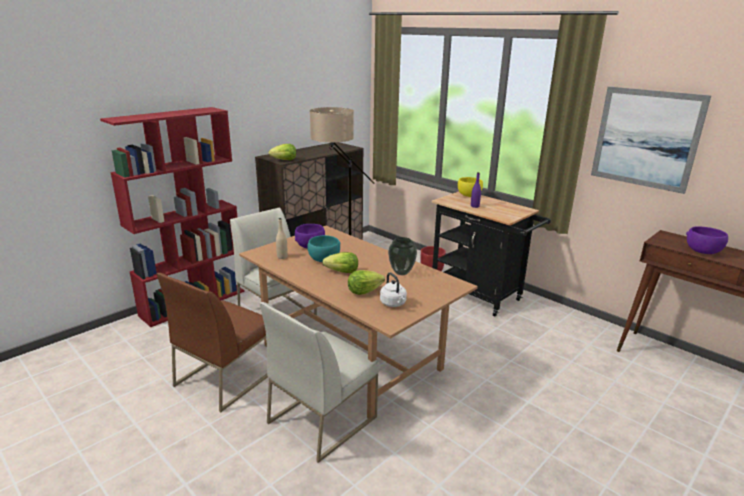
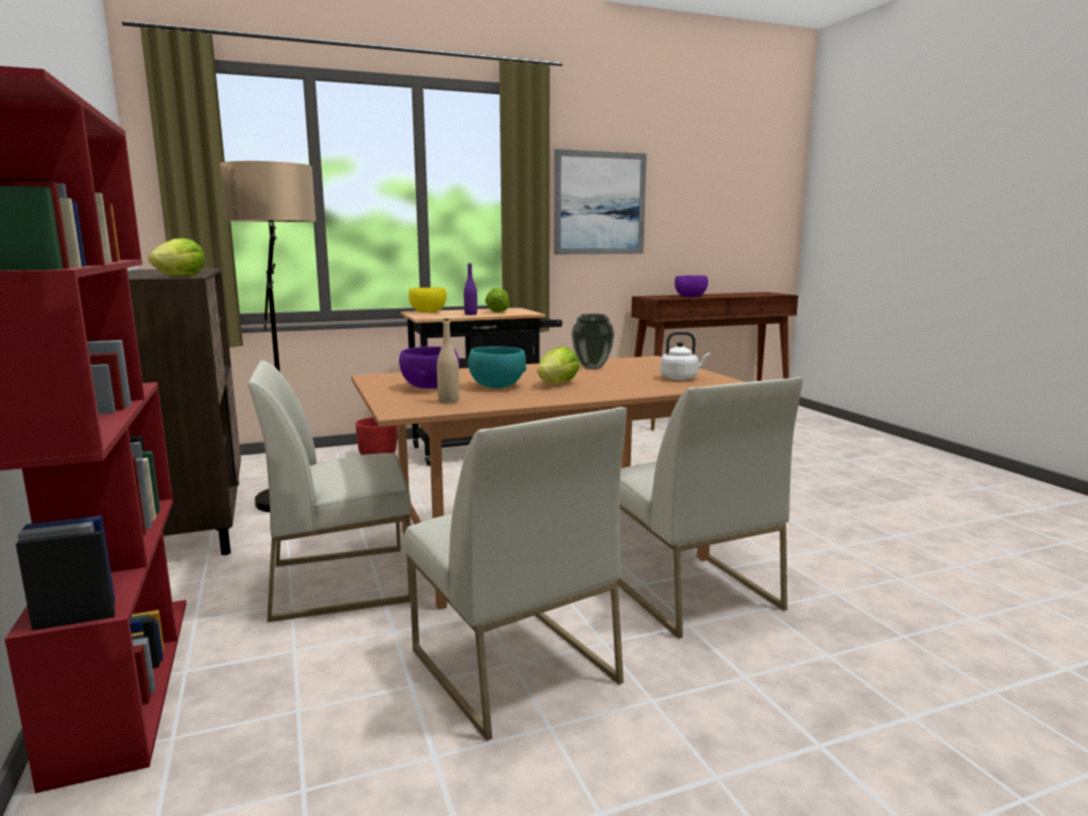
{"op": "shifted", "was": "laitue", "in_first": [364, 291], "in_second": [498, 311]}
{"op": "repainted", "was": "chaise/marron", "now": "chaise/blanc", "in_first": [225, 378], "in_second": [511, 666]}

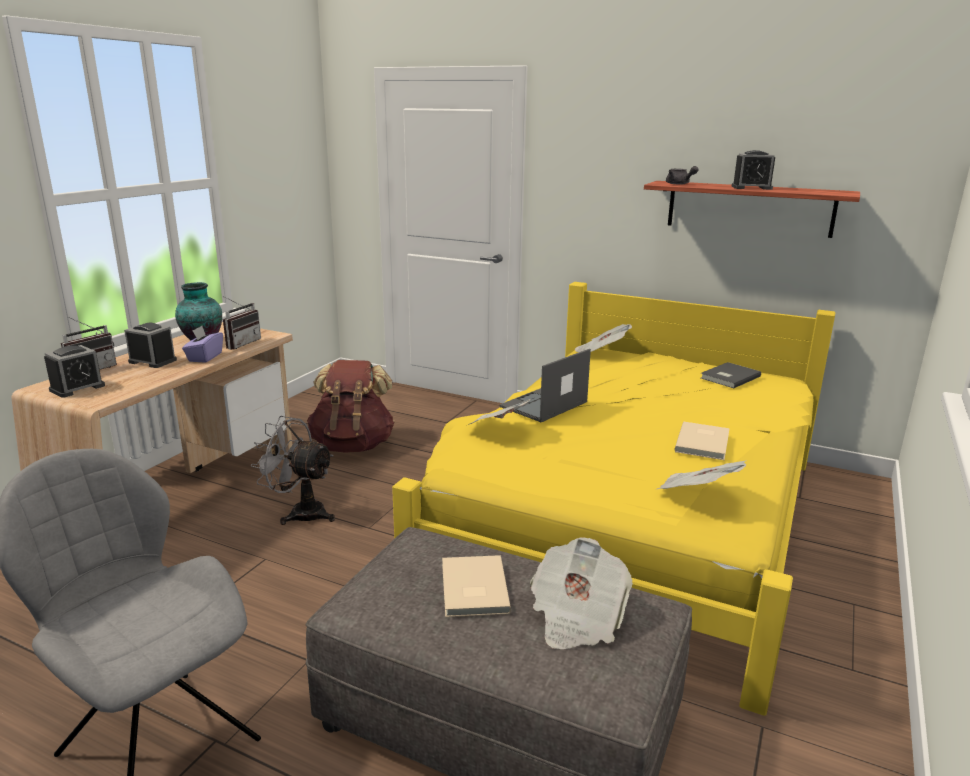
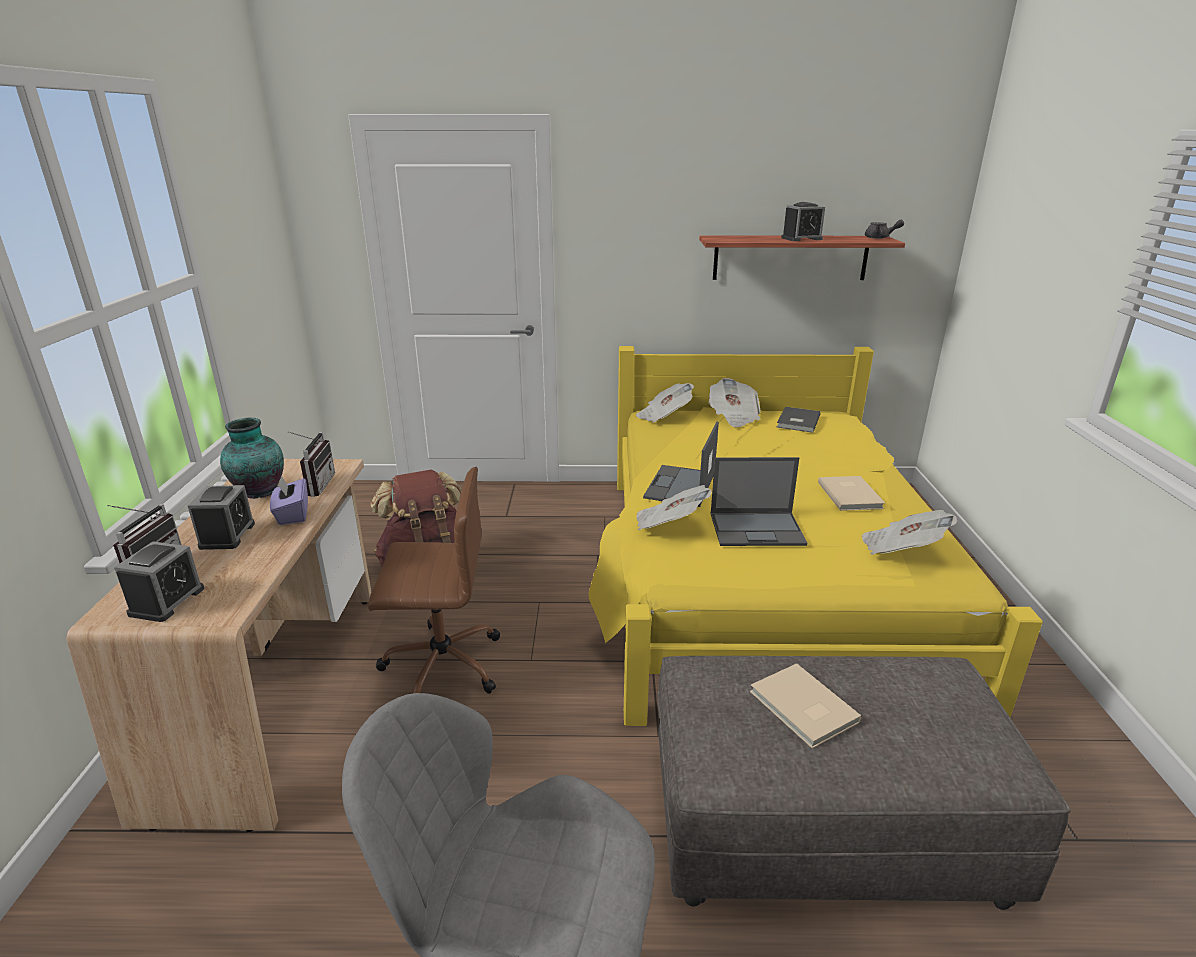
{"op": "new", "now": "ordinateur portable", "in_second": [758, 529]}
{"op": "shifted", "was": "journal", "in_first": [576, 617], "in_second": [733, 417]}
{"op": "shifted", "was": "théière/gris", "in_first": [679, 184], "in_second": [880, 238]}
{"op": "swapped", "was": "ventilateur/gris", "now": "chaise de bureau/marron", "in_first": [300, 512], "in_second": [441, 665]}
{"op": "rotated", "was": "réveil", "in_first": [152, 361], "in_second": [227, 535], "clockwise": 90}

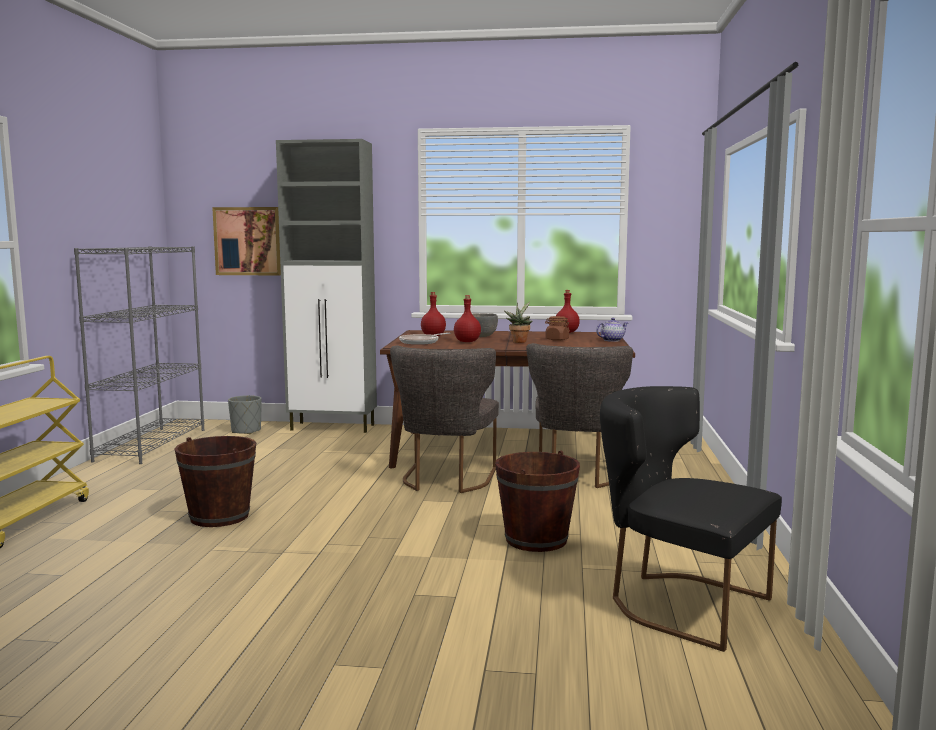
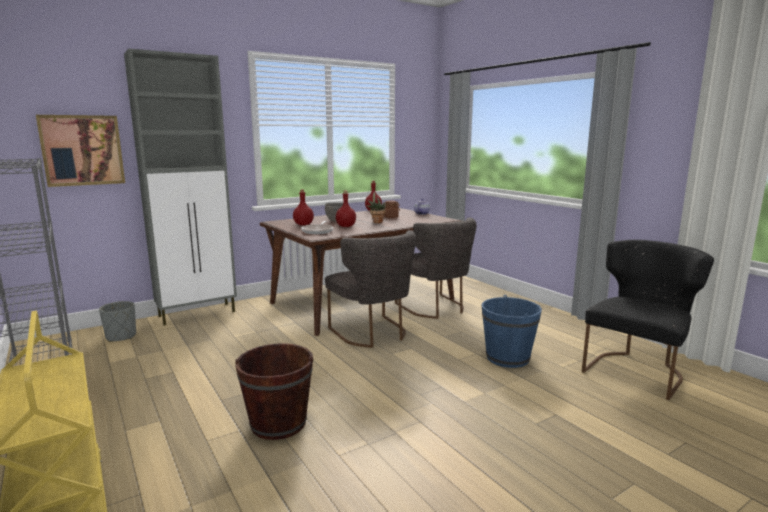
{"op": "repainted", "was": "seau/marron", "now": "seau/bleu", "in_first": [536, 540], "in_second": [507, 358]}
{"op": "rotated", "was": "chaise/noir", "in_first": [678, 603], "in_second": [637, 370], "clockwise": 135}

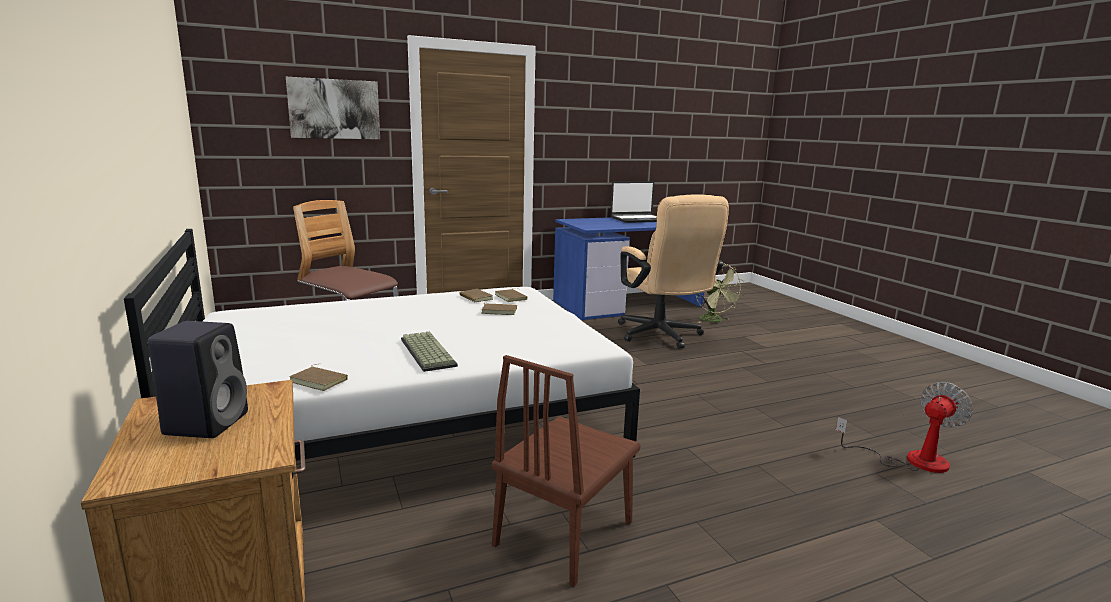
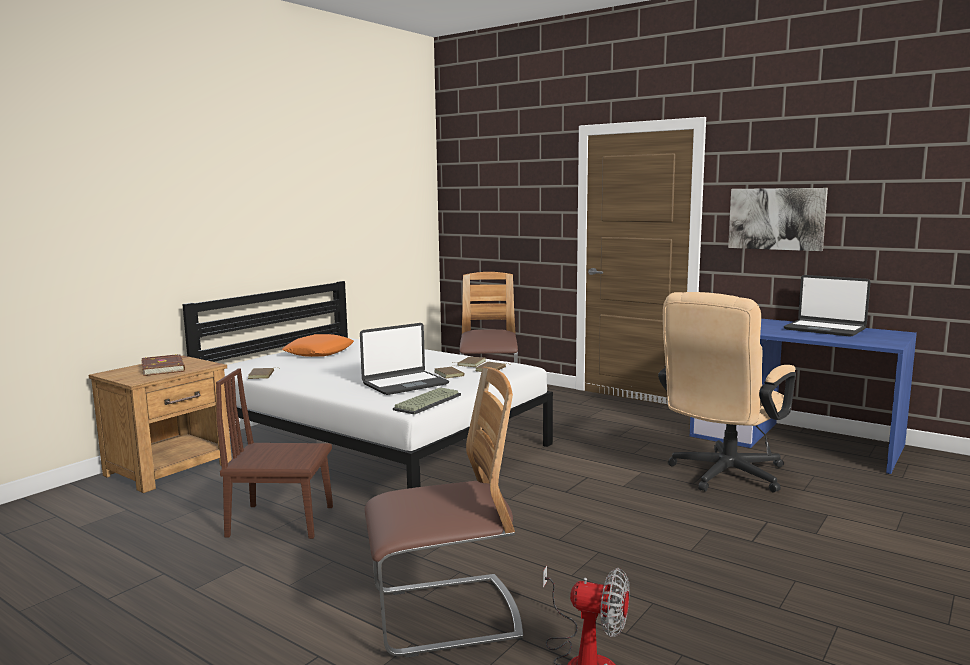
{"op": "gone", "was": "ventilateur/vert", "in_first": [714, 321]}
{"op": "new", "now": "coussin/orange", "in_second": [319, 352]}
{"op": "new", "now": "ordinateur portable", "in_second": [405, 384]}
{"op": "new", "now": "chaise", "in_second": [445, 616]}
{"op": "shifted", "was": "tableau", "in_first": [334, 109], "in_second": [776, 219]}
{"op": "shifted", "was": "clavier", "in_first": [425, 352], "in_second": [427, 402]}
{"op": "swapped", "was": "enceinte/noir", "now": "livre/marron", "in_first": [207, 422], "in_second": [164, 368]}

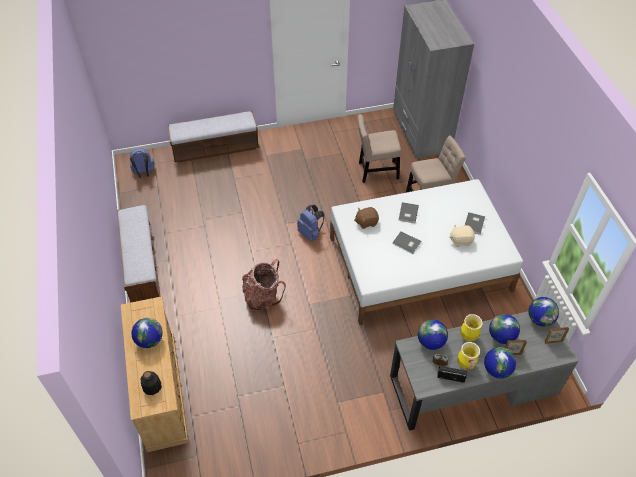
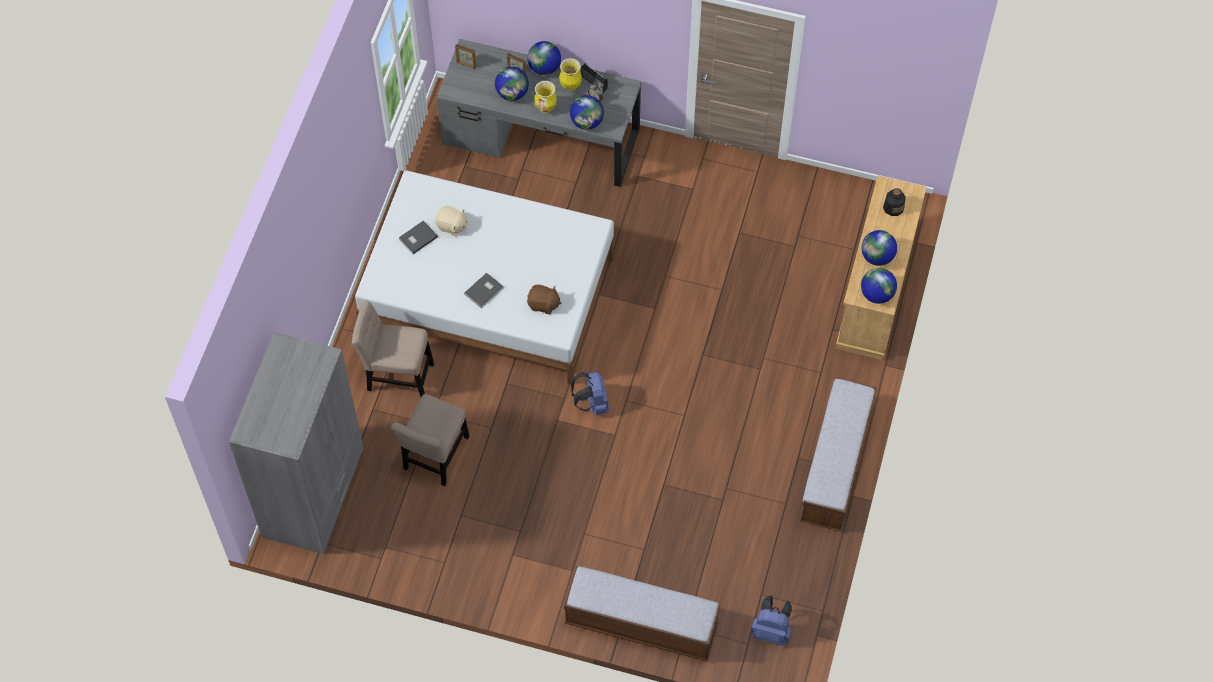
{"op": "gone", "was": "sac à dos", "in_first": [262, 296]}
{"op": "gone", "was": "livre/gris", "in_first": [406, 243]}
{"op": "shifted", "was": "globe", "in_first": [540, 319], "in_second": [876, 294]}
{"op": "rotated", "was": "chaise/beige", "in_first": [376, 171], "in_second": [435, 456], "clockwise": 90}

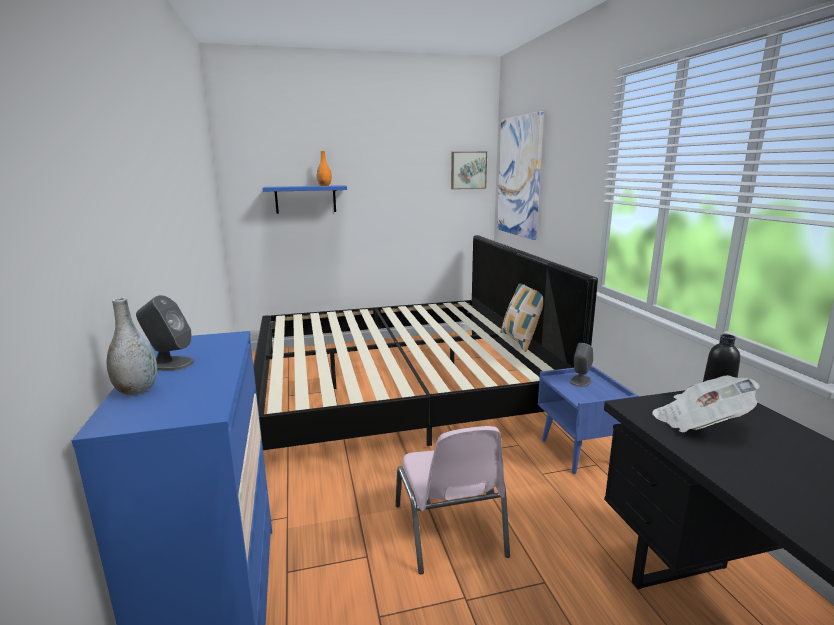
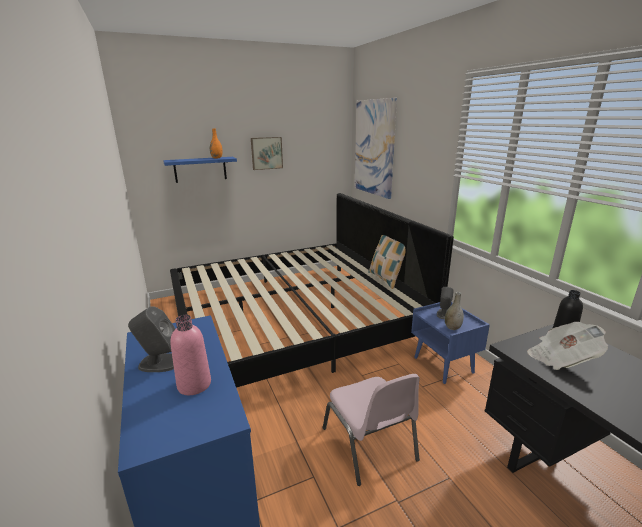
{"op": "new", "now": "bouteille/rose", "in_second": [194, 384]}
{"op": "shifted", "was": "vase/gris", "in_first": [137, 390], "in_second": [452, 327]}
{"op": "shifted", "was": "tableau", "in_first": [468, 170], "in_second": [266, 153]}

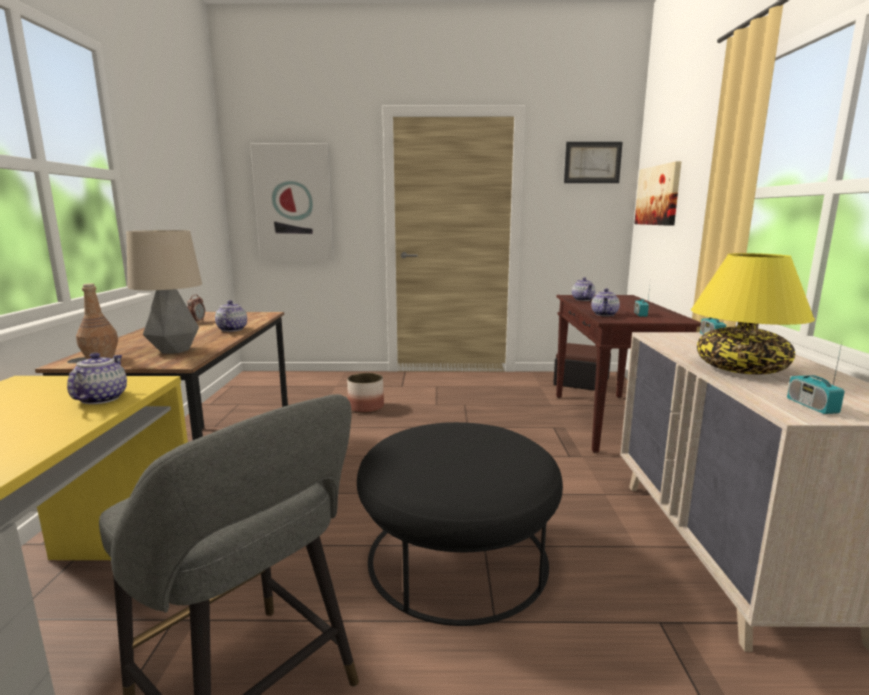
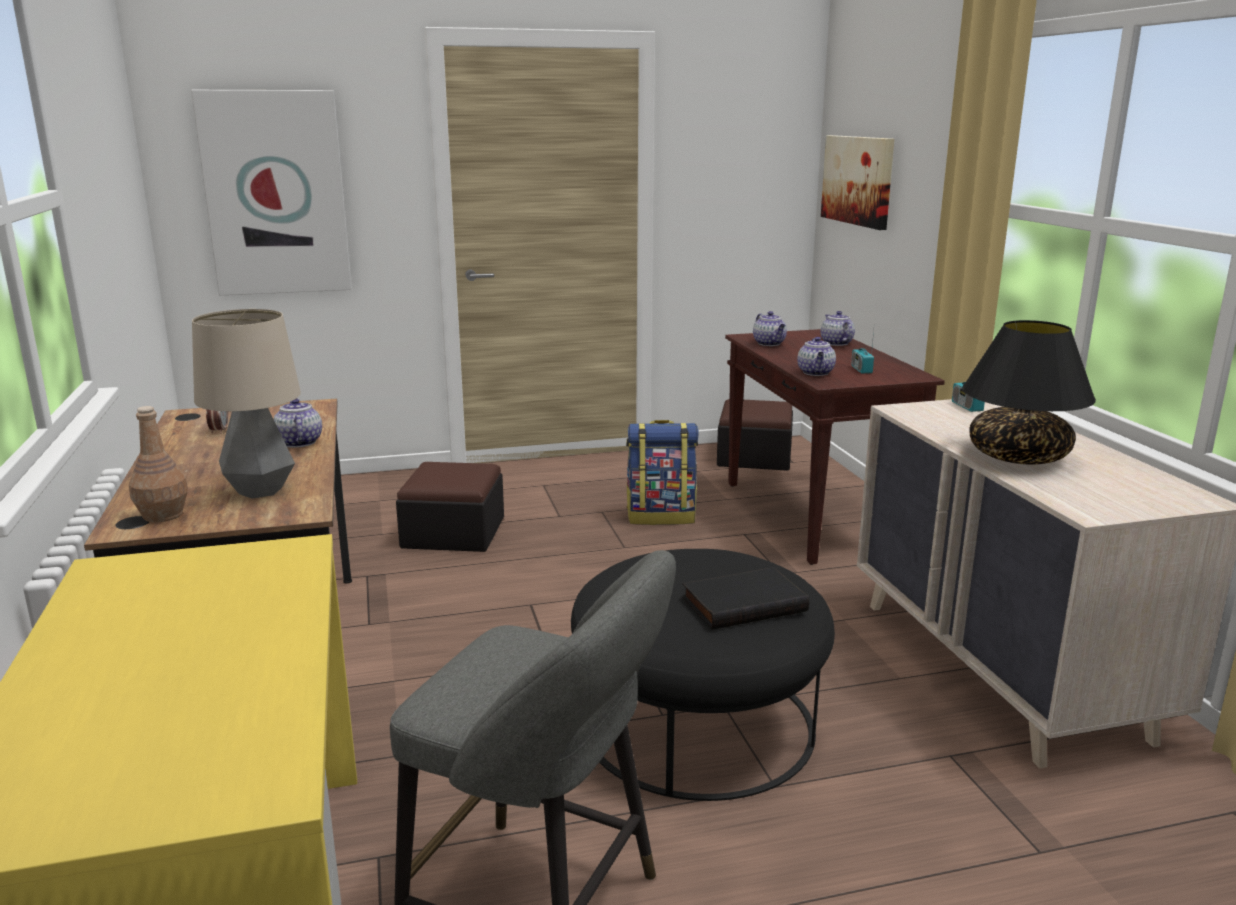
{"op": "gone", "was": "tableau", "in_first": [592, 162]}
{"op": "gone", "was": "radio", "in_first": [811, 406]}
{"op": "new", "now": "sac à dos", "in_second": [661, 516]}
{"op": "new", "now": "livre/noir", "in_second": [743, 603]}
{"op": "shifted", "was": "théière", "in_first": [101, 398], "in_second": [835, 343]}
{"op": "swapped", "was": "cache-pot", "now": "pouf", "in_first": [366, 407], "in_second": [453, 532]}
{"op": "repainted", "was": "lampe de table/jaune", "now": "lampe de table/noir", "in_first": [741, 369], "in_second": [1018, 456]}

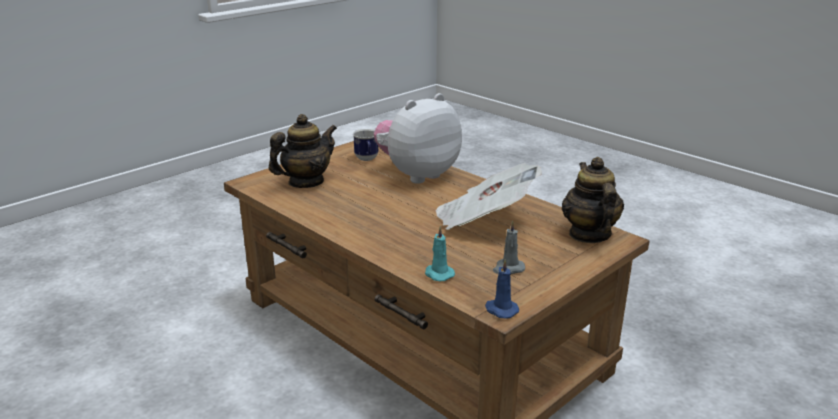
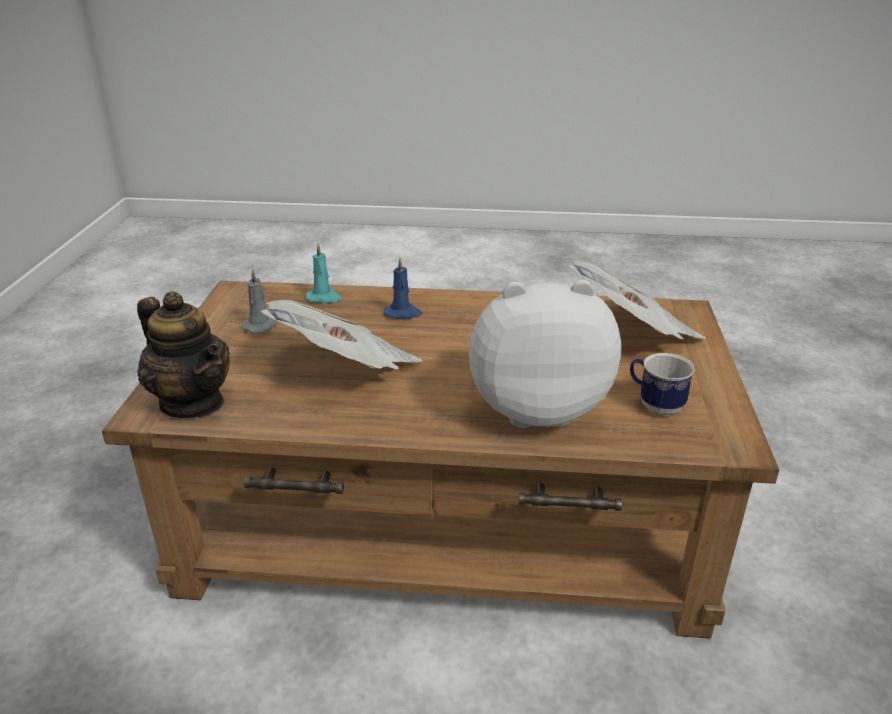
{"op": "shifted", "was": "bougie/bleu", "in_first": [500, 310], "in_second": [403, 313]}
{"op": "swapped", "was": "théière", "now": "journal", "in_first": [306, 182], "in_second": [632, 334]}
{"op": "rotated", "was": "peluche", "in_first": [417, 175], "in_second": [536, 408], "clockwise": -105}

